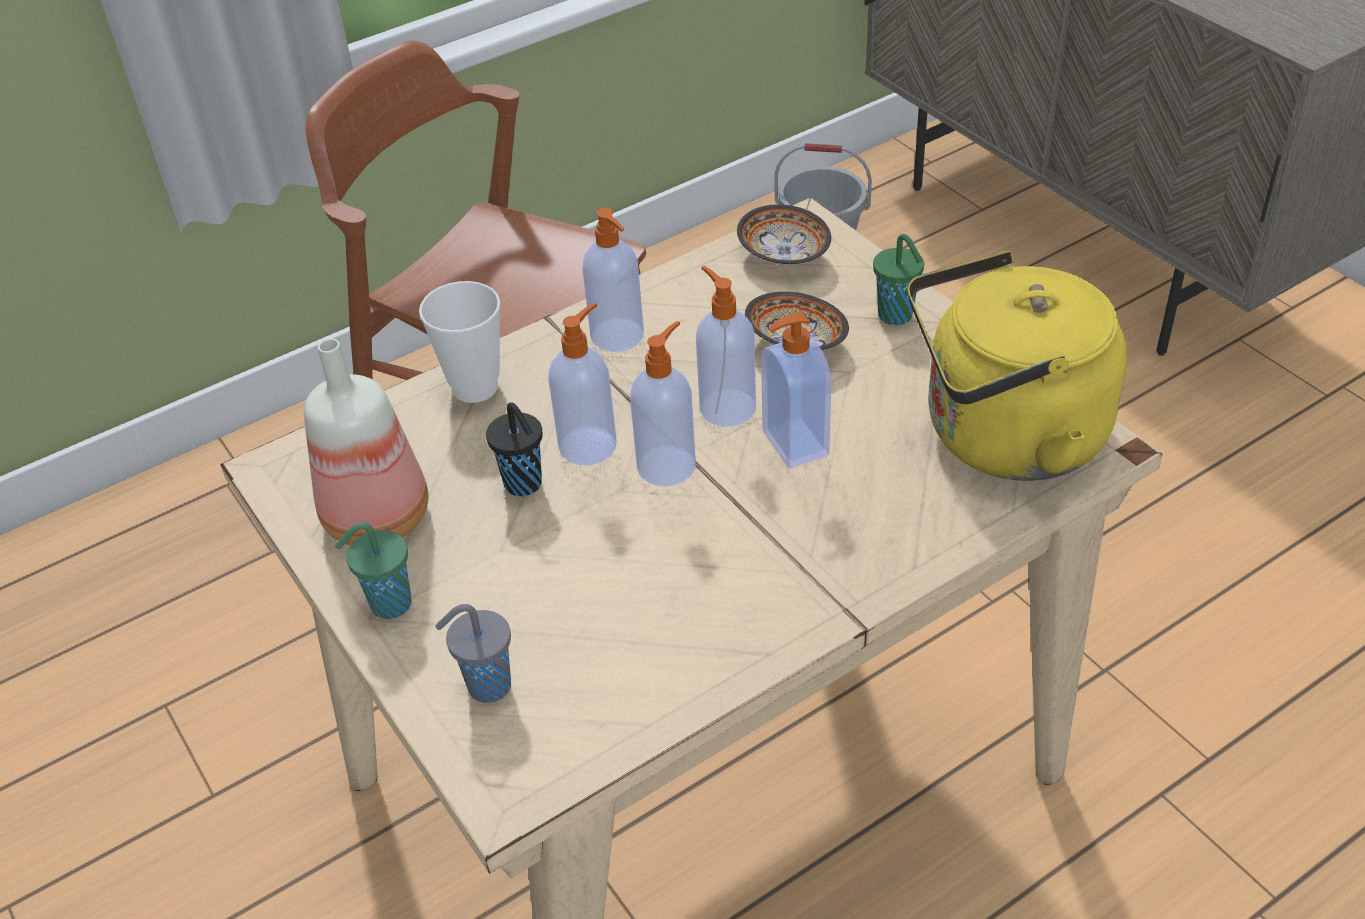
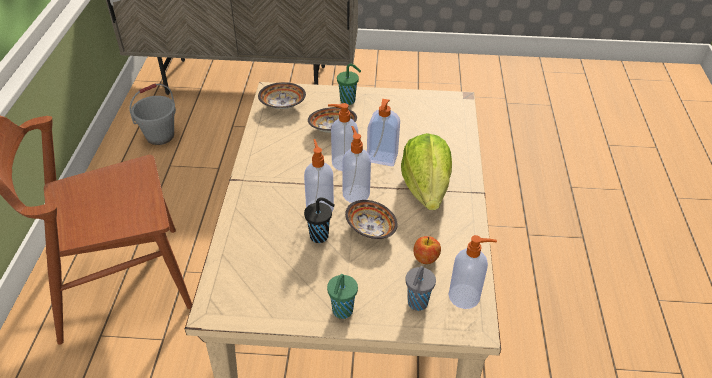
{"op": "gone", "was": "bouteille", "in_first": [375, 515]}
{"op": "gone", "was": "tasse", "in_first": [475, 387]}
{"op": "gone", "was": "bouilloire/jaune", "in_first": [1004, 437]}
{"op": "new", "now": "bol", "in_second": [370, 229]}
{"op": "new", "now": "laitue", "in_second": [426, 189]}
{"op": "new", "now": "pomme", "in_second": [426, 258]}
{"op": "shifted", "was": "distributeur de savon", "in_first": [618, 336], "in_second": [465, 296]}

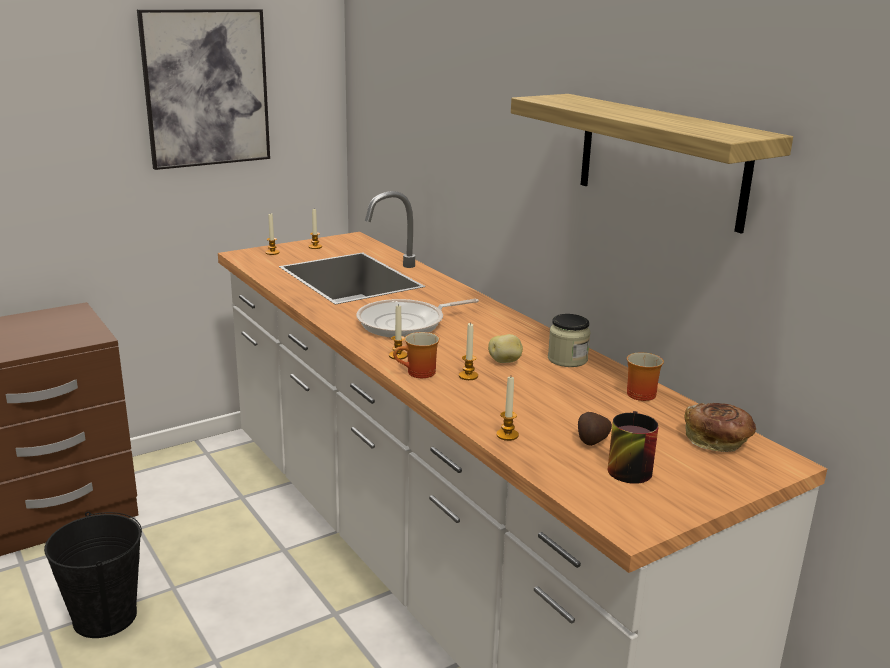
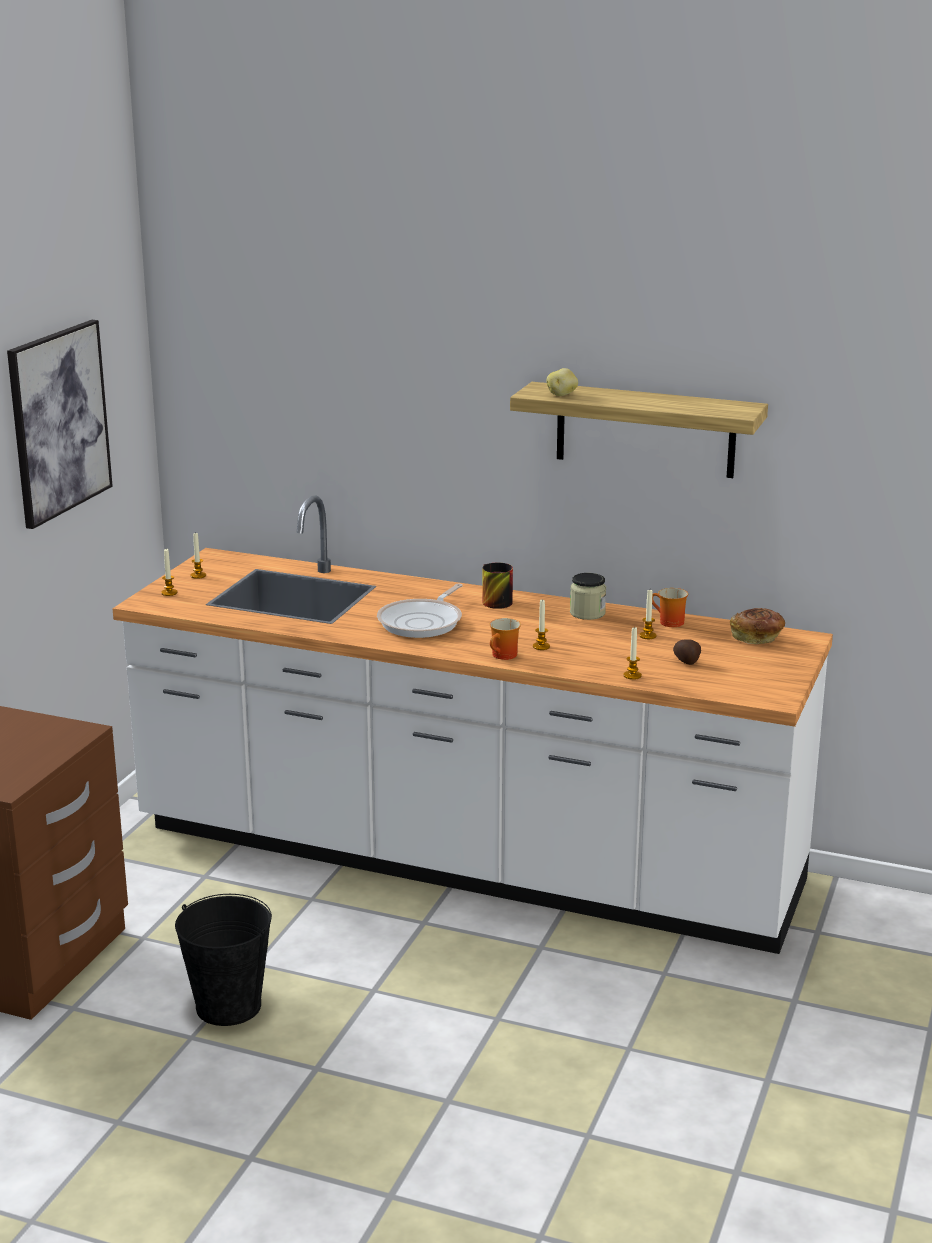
{"op": "shifted", "was": "bougie", "in_first": [398, 356], "in_second": [647, 636]}
{"op": "shifted", "was": "pomme de terre", "in_first": [505, 361], "in_second": [562, 394]}
{"op": "shifted", "was": "mug", "in_first": [625, 466], "in_second": [492, 601]}

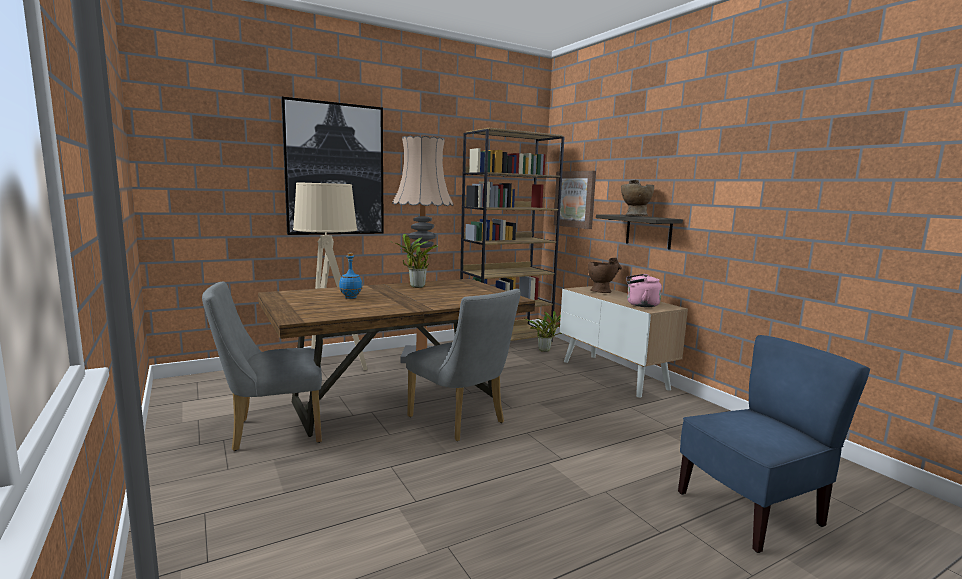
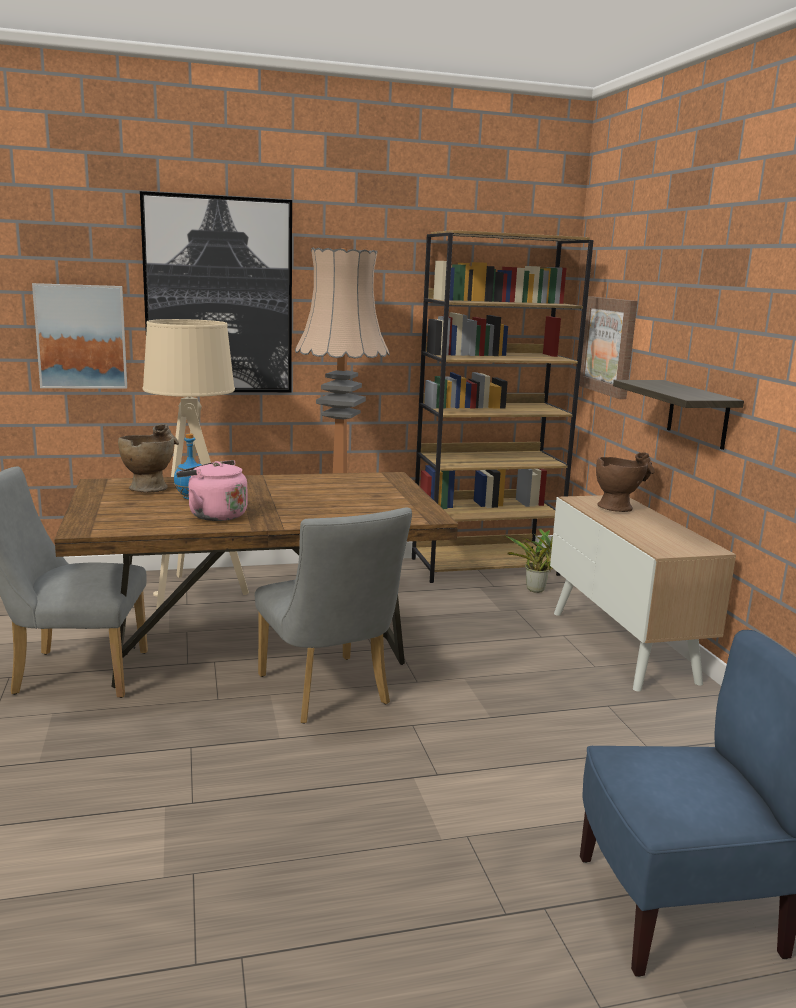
{"op": "gone", "was": "plante en pot", "in_first": [416, 287]}
{"op": "new", "now": "tableau", "in_second": [81, 336]}
{"op": "shifted", "was": "vase/beige", "in_first": [634, 216], "in_second": [151, 488]}
{"op": "shifted", "was": "bouilloire/rose", "in_first": [640, 305], "in_second": [214, 515]}

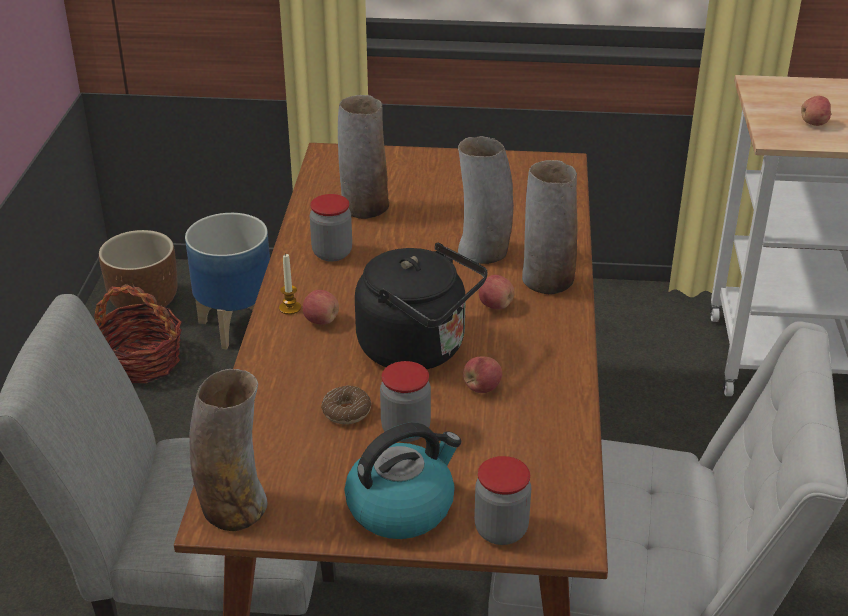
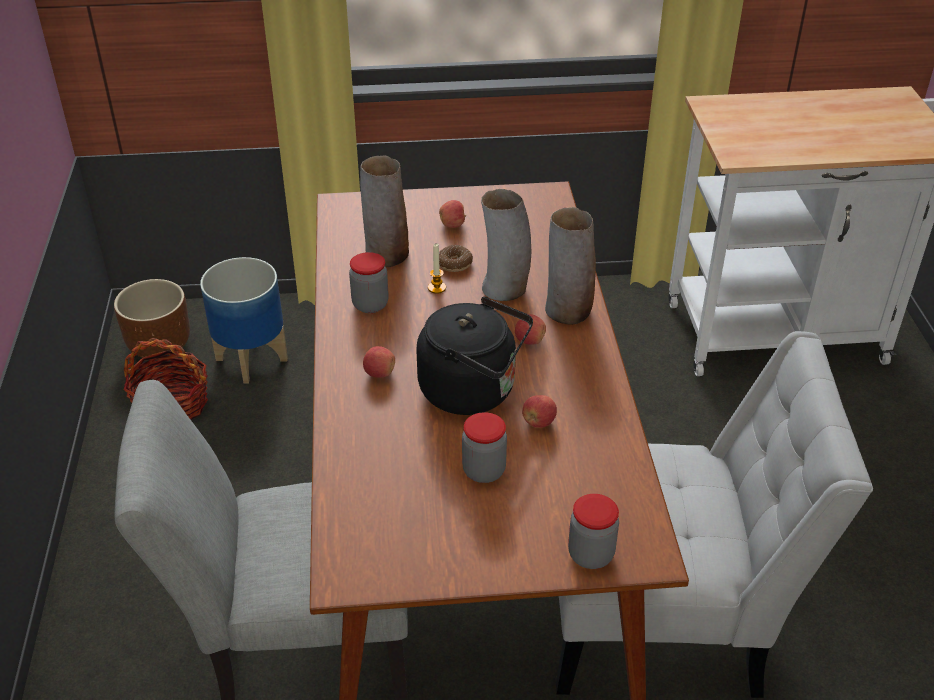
{"op": "gone", "was": "vase", "in_first": [233, 507]}
{"op": "gone", "was": "bouilloire", "in_first": [401, 506]}
{"op": "shifted", "was": "bougie", "in_first": [290, 308], "in_second": [437, 288]}
{"op": "shifted", "was": "beignet", "in_first": [346, 411], "in_second": [454, 263]}
{"op": "shifted", "was": "pomme", "in_first": [814, 123], "in_second": [453, 224]}

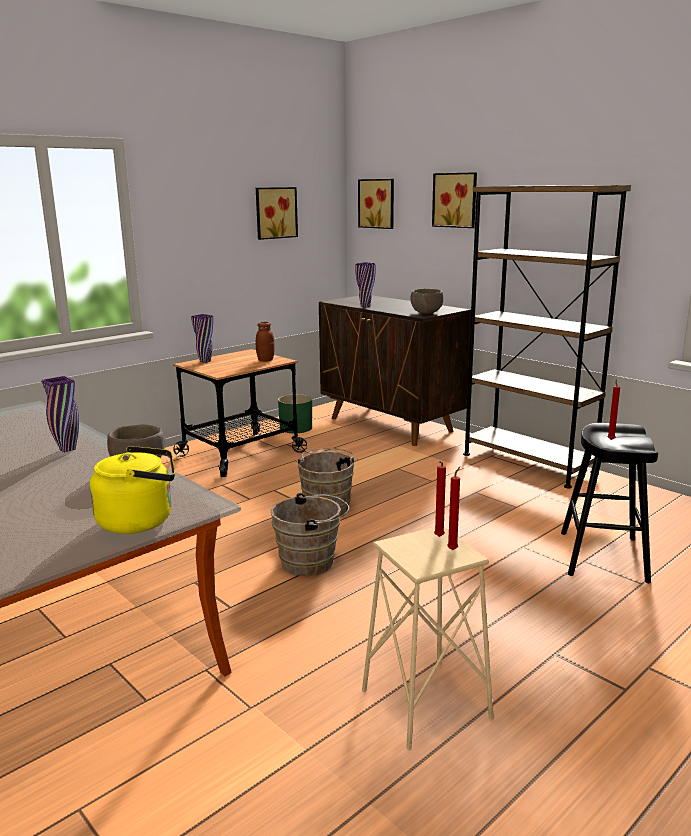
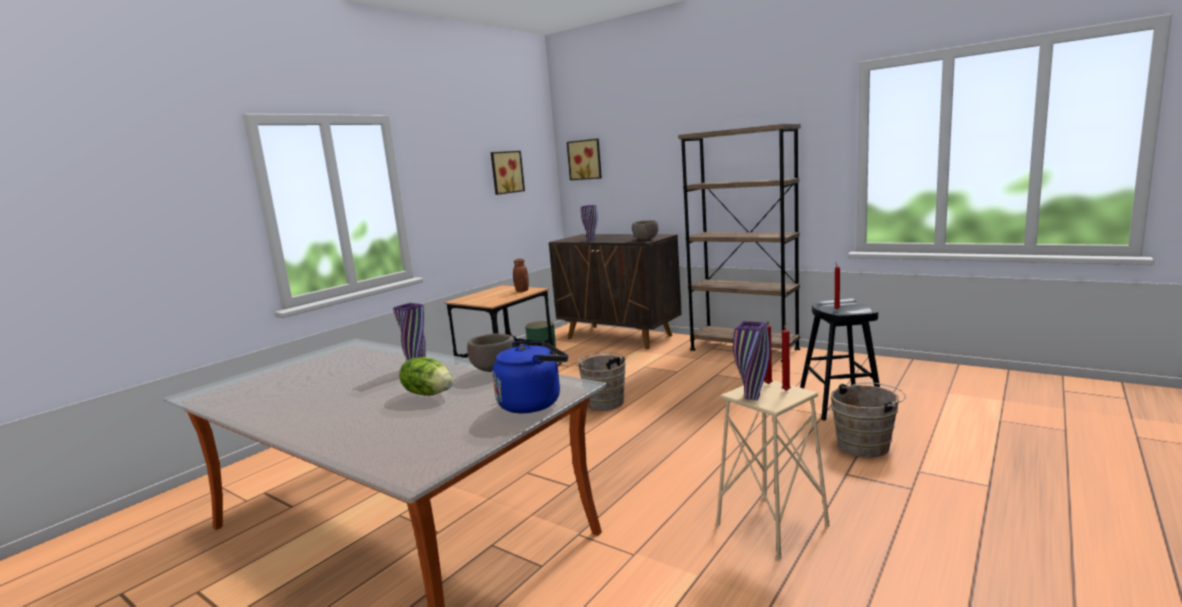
{"op": "gone", "was": "tableau", "in_first": [456, 200]}
{"op": "new", "now": "laitue", "in_second": [429, 393]}
{"op": "shifted", "was": "vase/violet", "in_first": [205, 361], "in_second": [752, 397]}
{"op": "shifted", "was": "seau/marron", "in_first": [312, 562], "in_second": [866, 445]}
{"op": "repainted", "was": "bouilloire/jaune", "now": "bouilloire/bleu", "in_first": [140, 520], "in_second": [533, 403]}

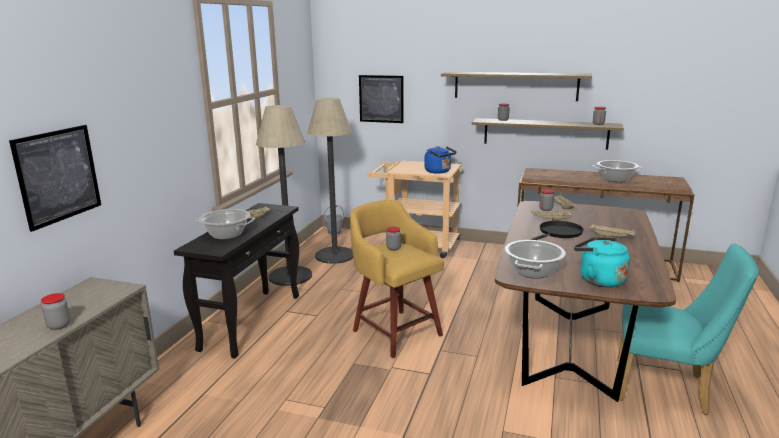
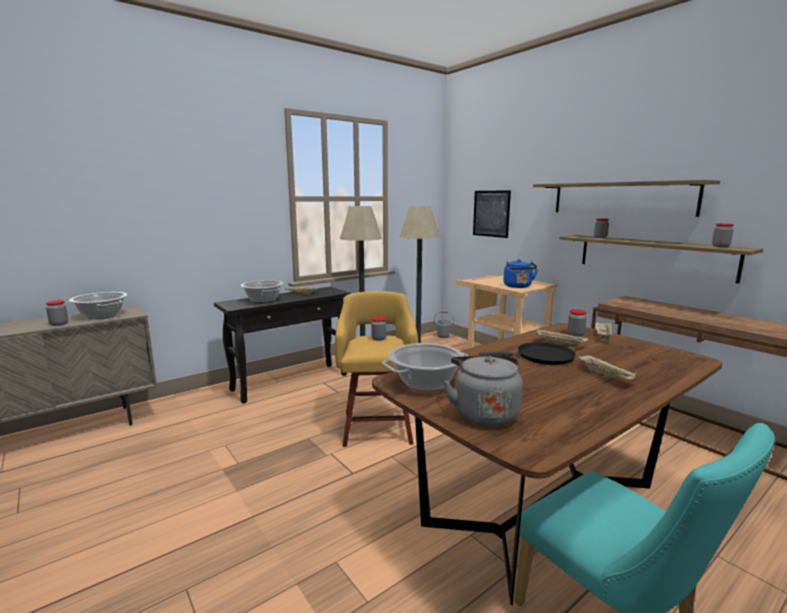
{"op": "gone", "was": "tableau", "in_first": [58, 175]}
{"op": "shifted", "was": "marmite", "in_first": [615, 179], "in_second": [101, 316]}
{"op": "repainted", "was": "bouilloire/turquoise", "now": "bouilloire/gris", "in_first": [599, 280], "in_second": [484, 413]}

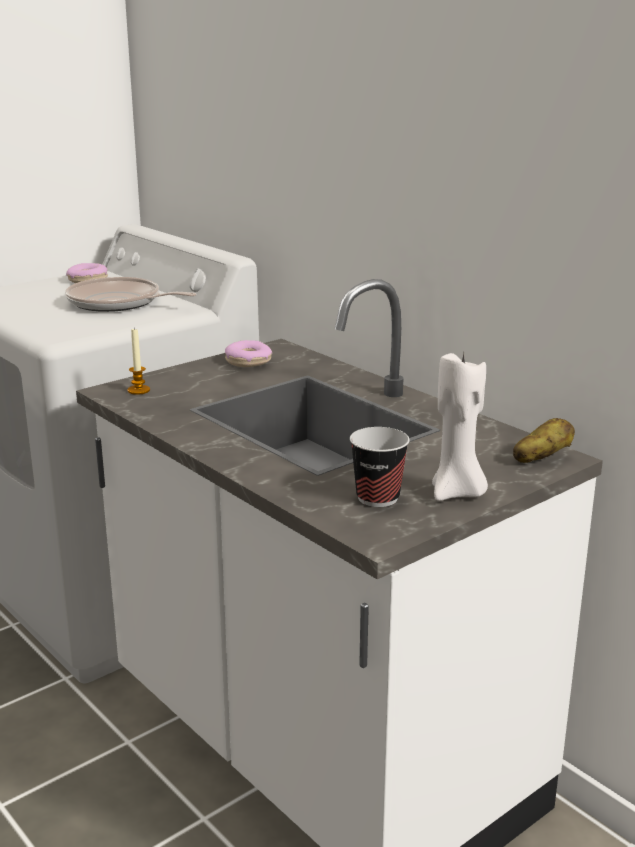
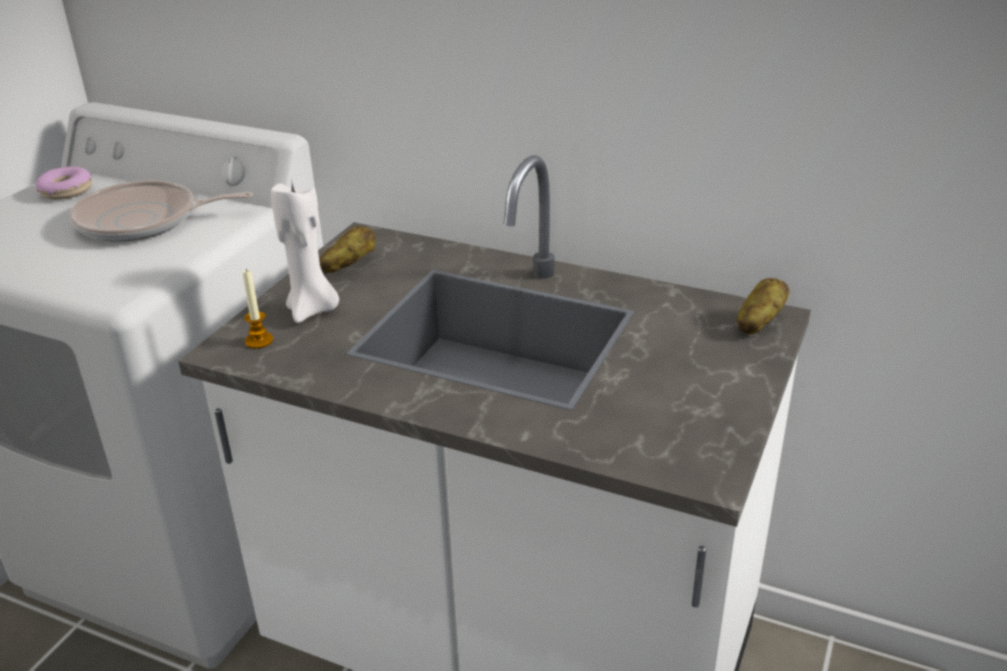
{"op": "gone", "was": "tasse", "in_first": [378, 498]}
{"op": "shifted", "was": "bougie/blanc", "in_first": [457, 493], "in_second": [312, 310]}
{"op": "swapped", "was": "beignet", "now": "pomme de terre", "in_first": [248, 361], "in_second": [348, 265]}

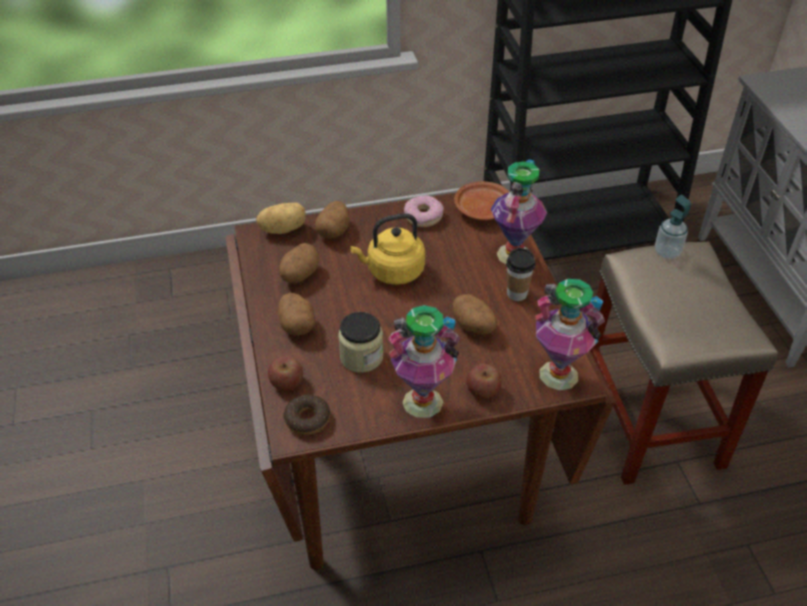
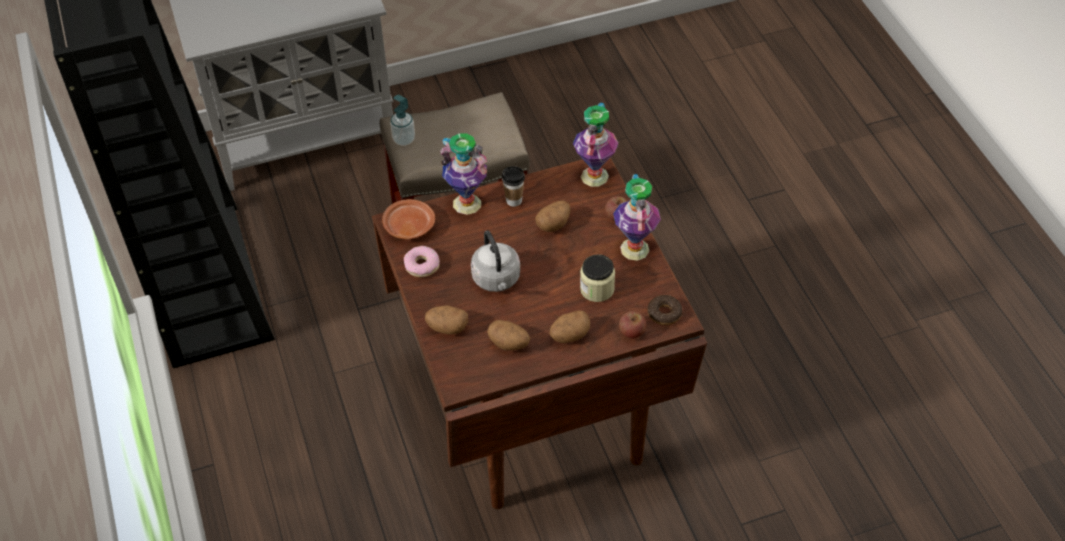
{"op": "gone", "was": "pomme de terre", "in_first": [283, 229]}
{"op": "repainted", "was": "bouilloire/jaune", "now": "bouilloire/gris", "in_first": [392, 271], "in_second": [497, 280]}

